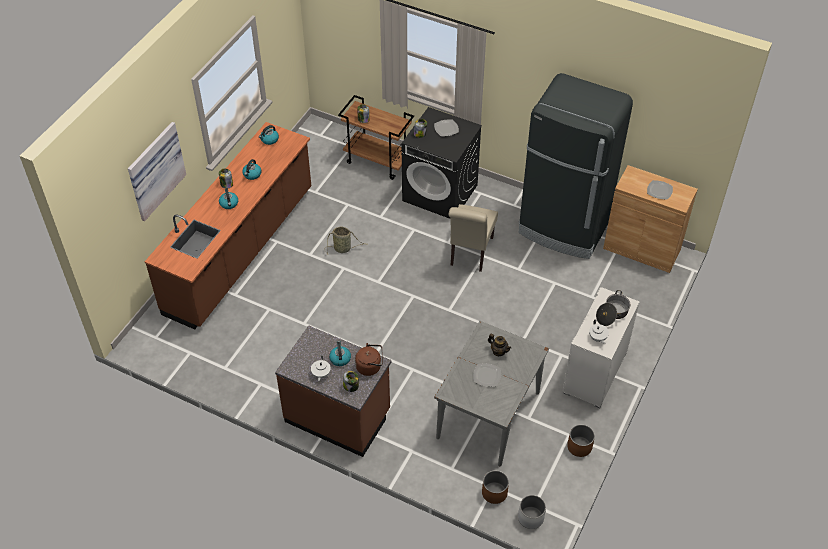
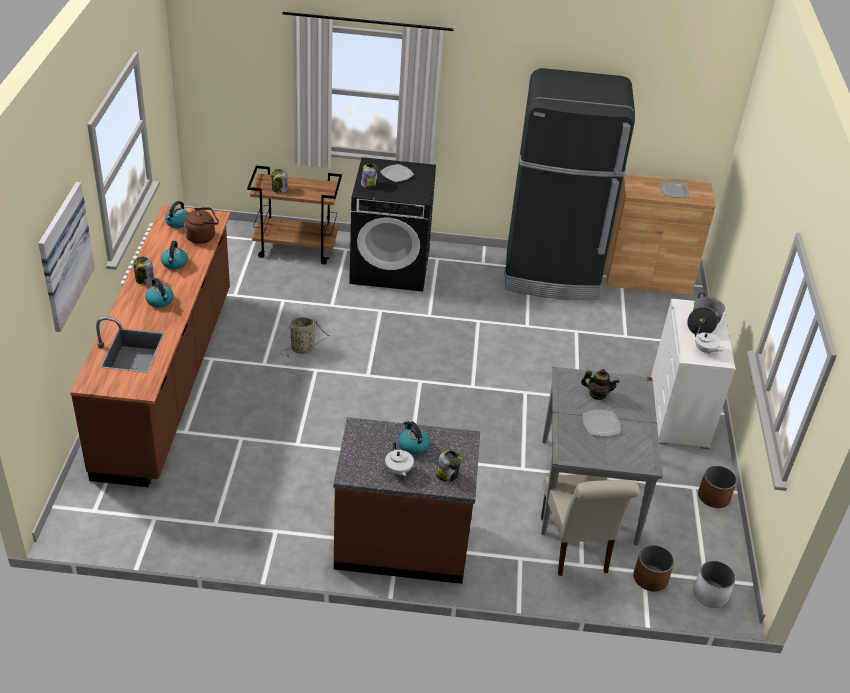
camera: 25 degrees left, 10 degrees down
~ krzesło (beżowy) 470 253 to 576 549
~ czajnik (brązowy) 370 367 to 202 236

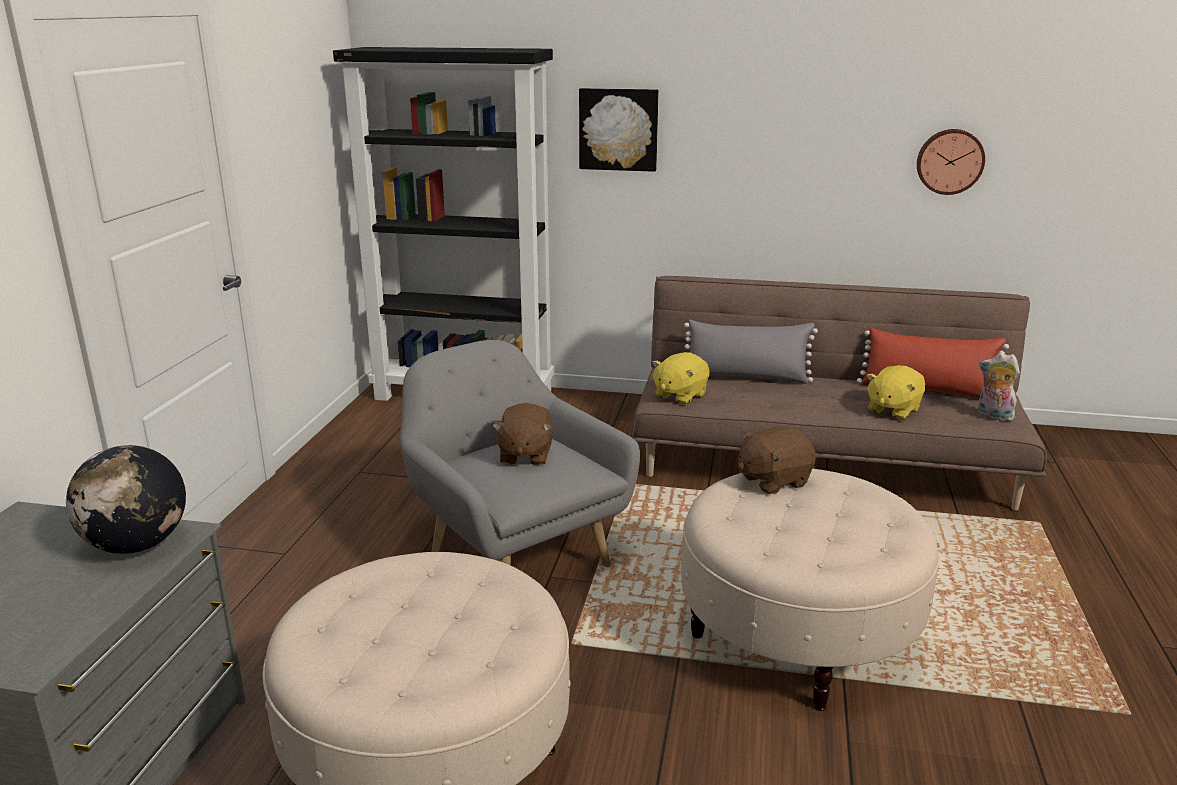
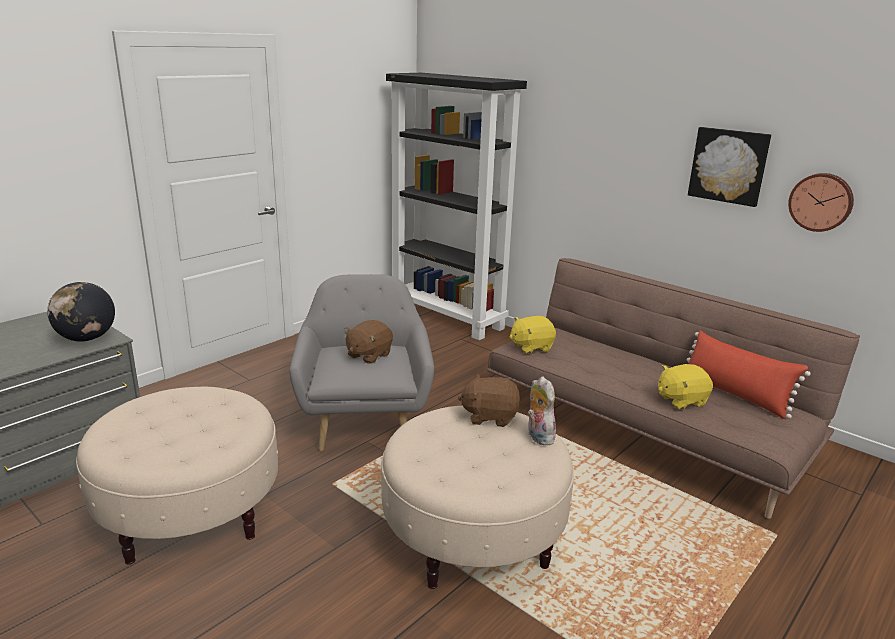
camera: 30 degrees right, 0 degrees up
~ obraz 618 129 to 729 165
- poduszka (szary) 746 377
~ pluszak 993 416 to 538 436

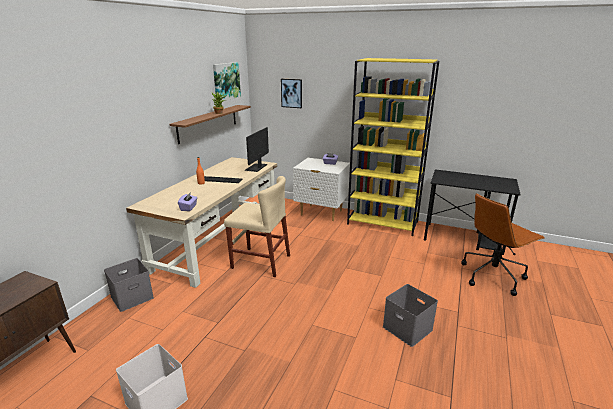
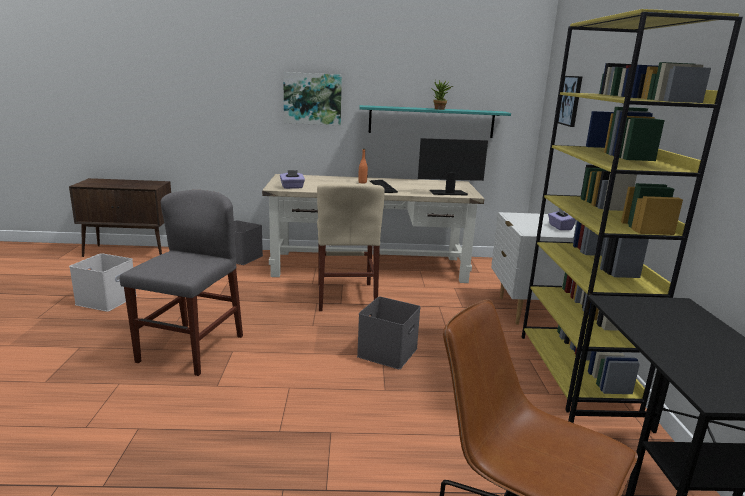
camera: 65 degrees right, 5 degrees down
~ obraz 226 81 to 312 99
~ półka (brązowy) 208 123 to półka (turkusowy) 431 121
~ pojemnik do przechowywania (szary) 408 328 to 388 353
+ krzesło (szary) 191 348

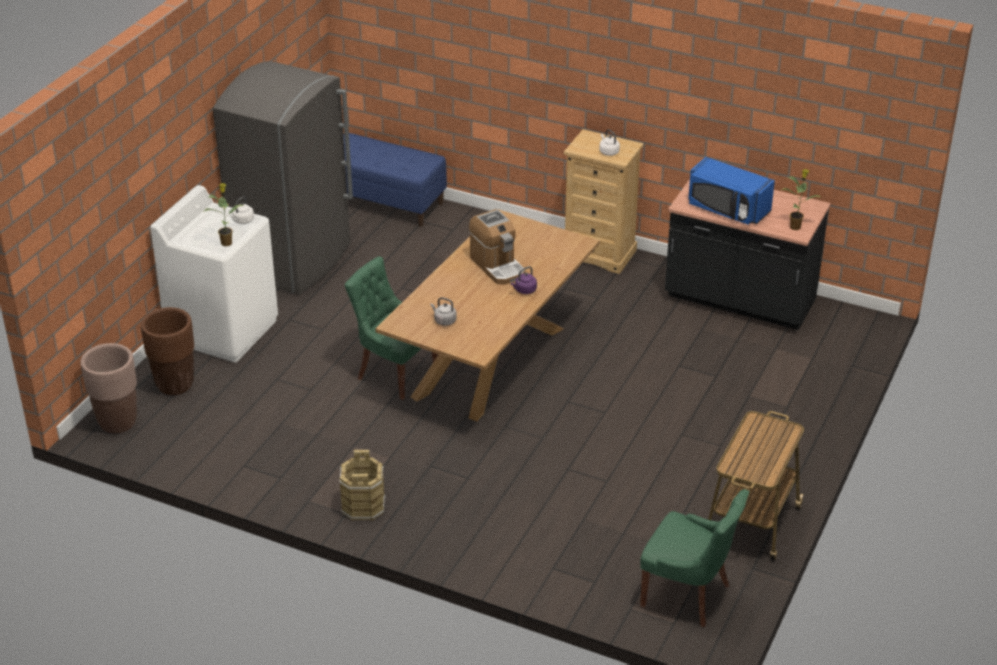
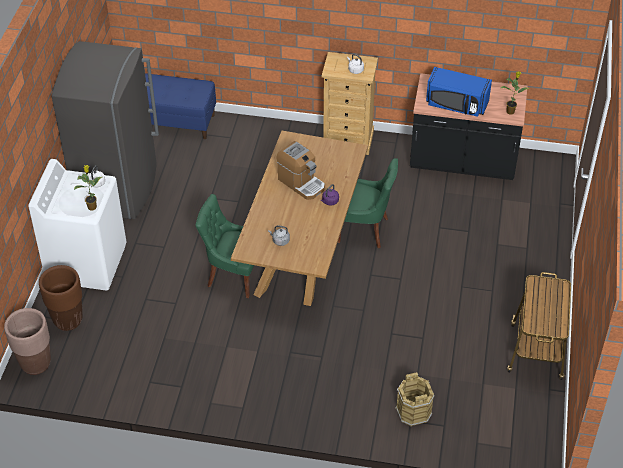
camera: 15 degrees left, 10 degrees up
~ wiadro (brązowy) 363 506 to 413 412
~ krzesło (zielony) 688 595 to 364 230

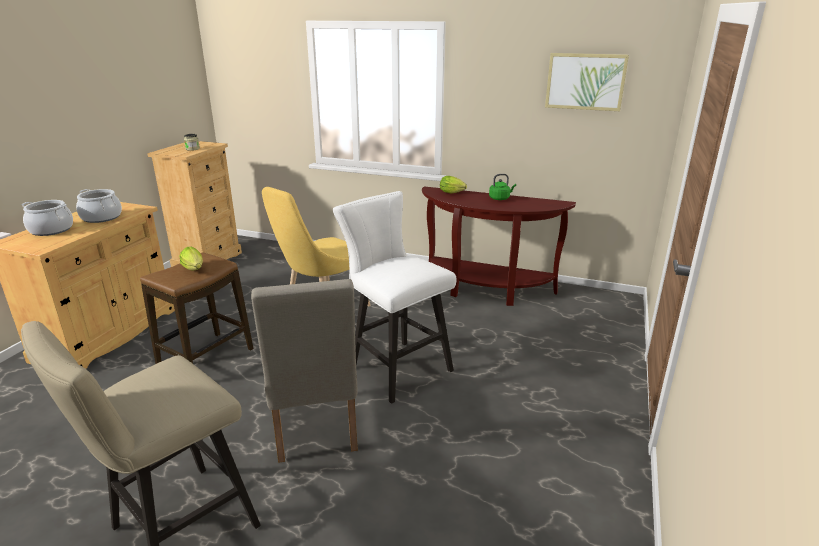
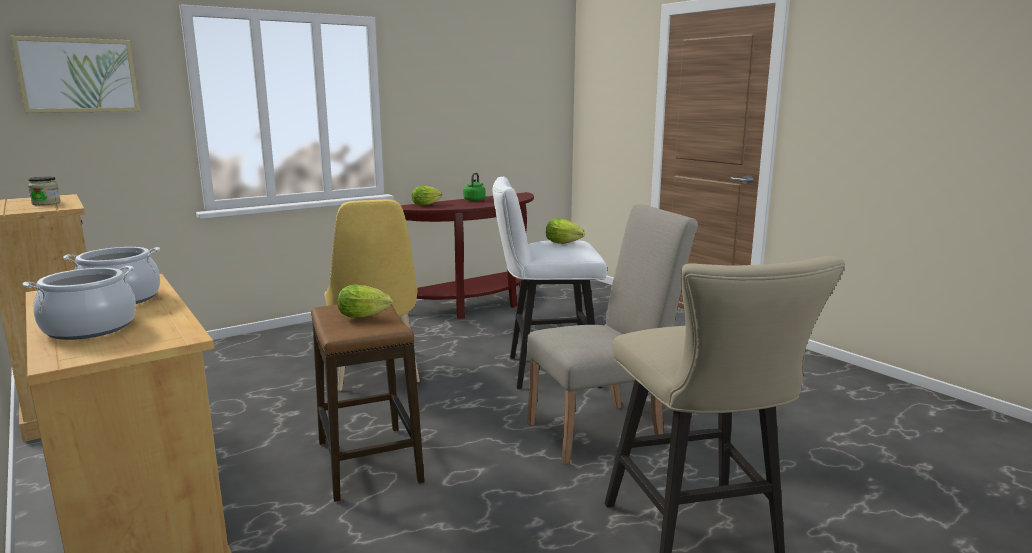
camera: 55 degrees left, 10 degrees down
~ obraz 585 81 to 78 75
~ krzesło (beżowy) 315 431 = 604 431 45 degrees counterclockwise
+ sałata 565 243

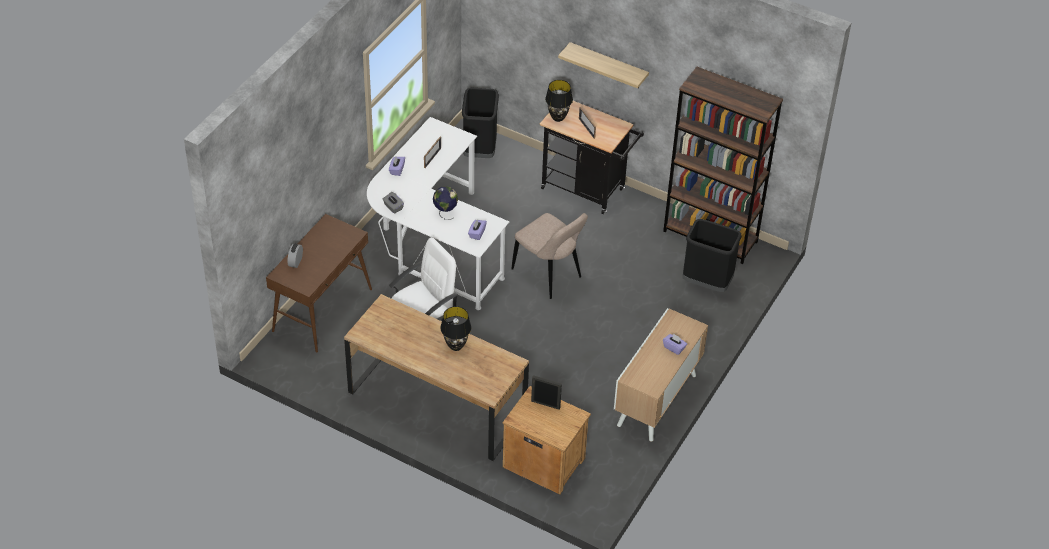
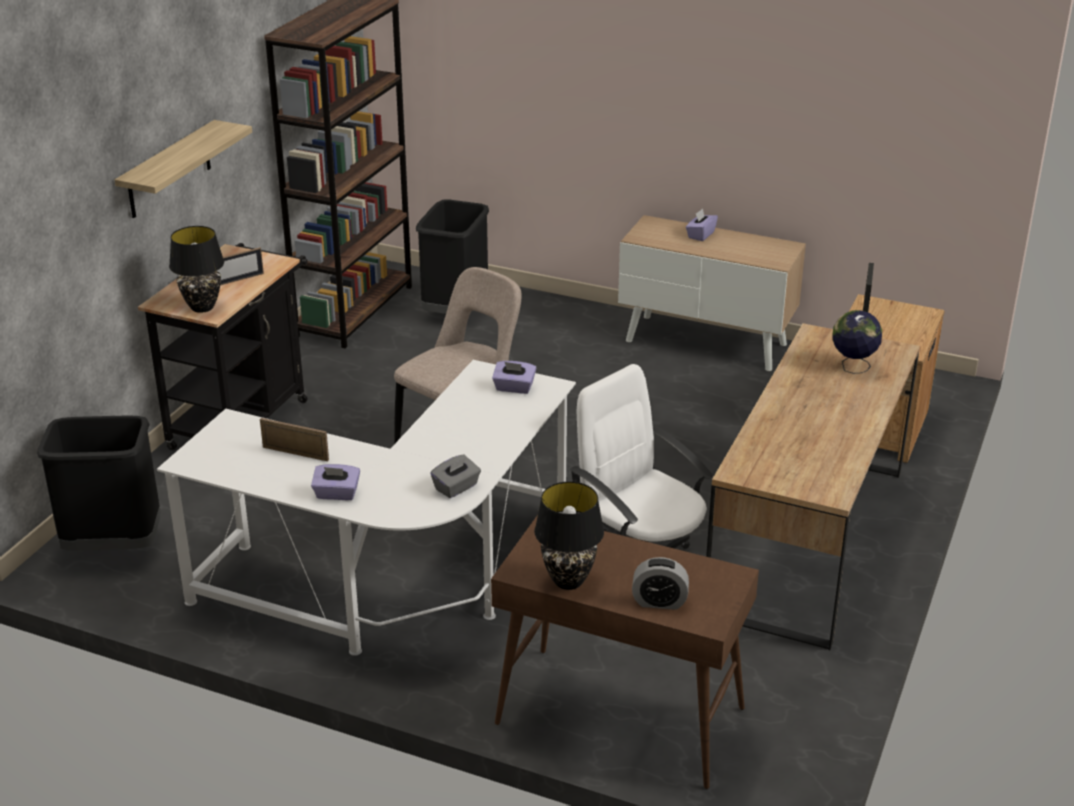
camera: 95 degrees left, 15 degrees down
~ globus 445 213 to 852 367
~ lampa stołowa (czarny) 455 346 to 569 581

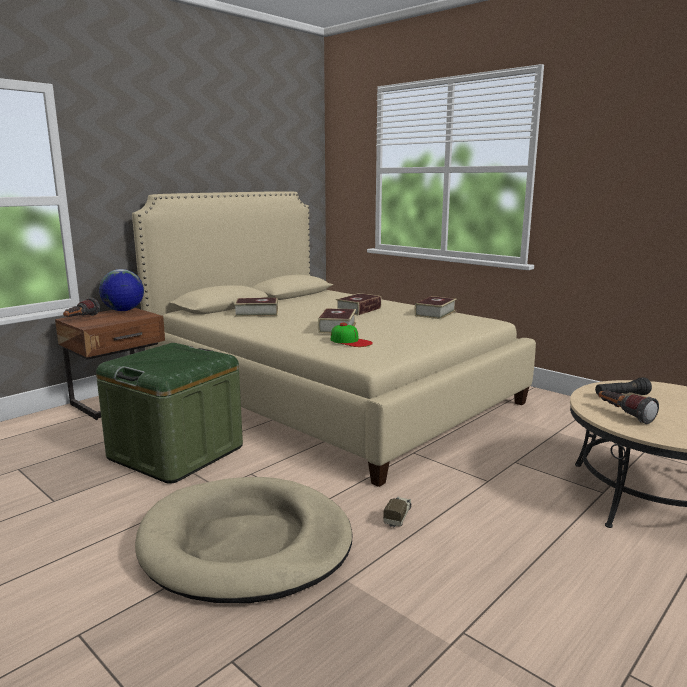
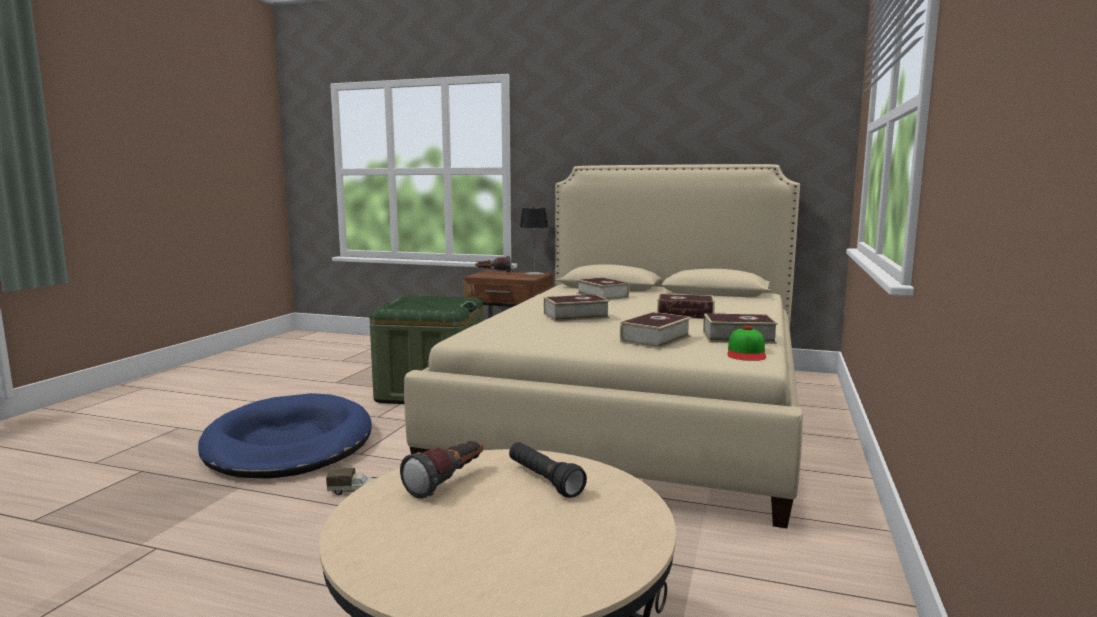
camera: 65 degrees right, 5 degrees down
~ globus 123 310 to lampa stołowa 534 273
~ czapka z daszkiem 351 341 to 746 352
~ legowisko (beżowy) 246 544 to legowisko (niebieski) 289 444
+ książka 655 339

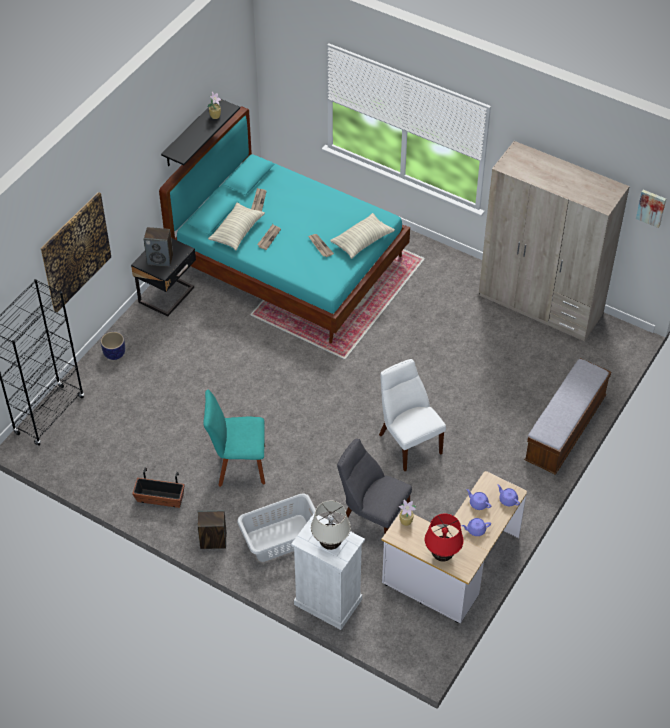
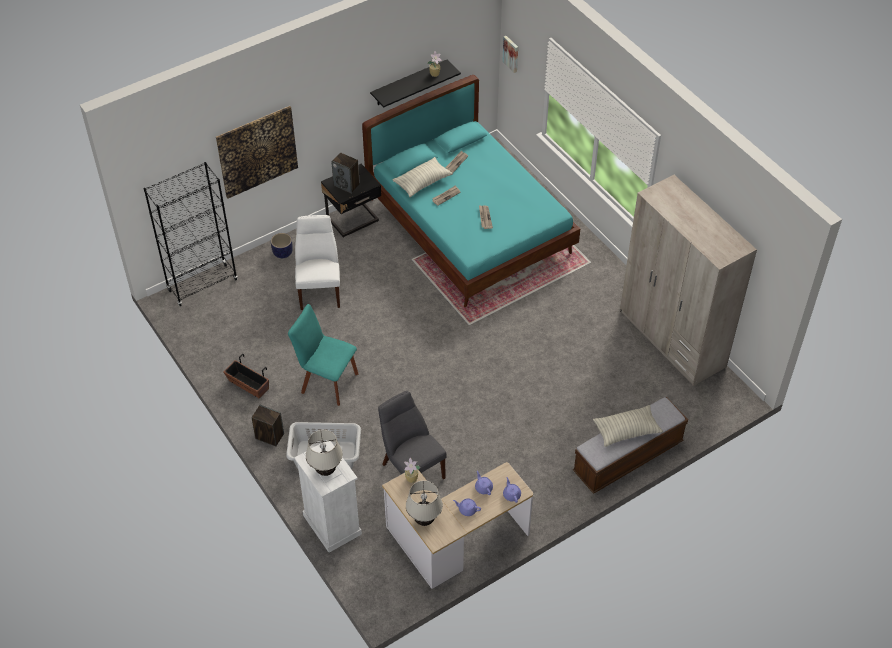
camera: 25 degrees right, 0 degrees up
~ obraz 651 207 to 511 53
~ poduszka 362 241 to 626 431
~ krzesło (biały) 408 442 to 320 289
~ lampa stołowa (czerwony) 442 556 to lampa stołowa (beżowy) 424 520

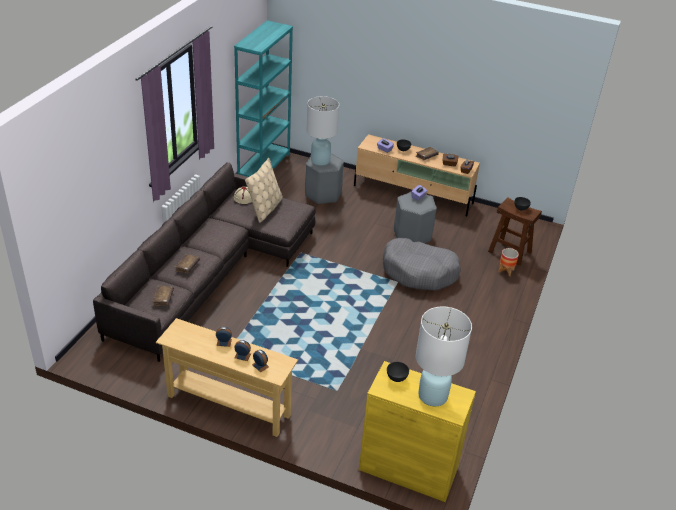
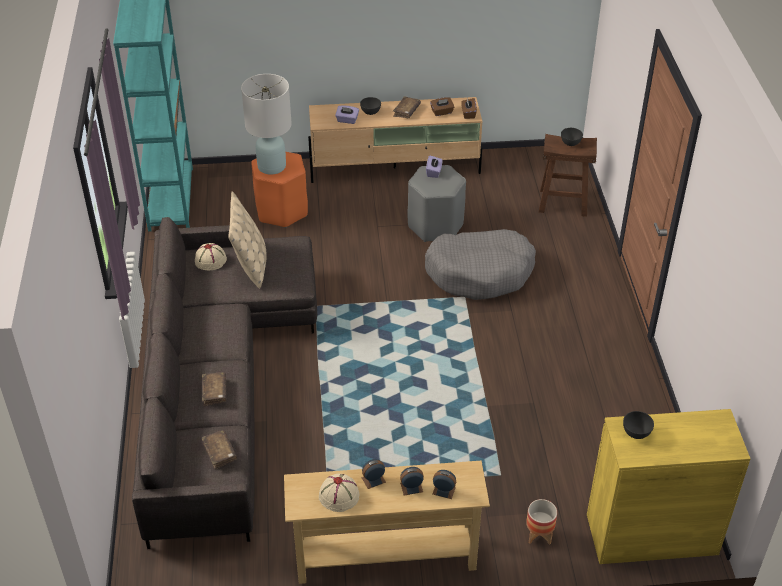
camera: 25 degrees left, 5 degrees up
~ stołek (szary) 323 194 to stołek (pomarańczowy) 281 211
~ donica 506 271 to 539 535
- lampa stołowa (biały) 433 395
+ kapelusz (beżowy) 339 496

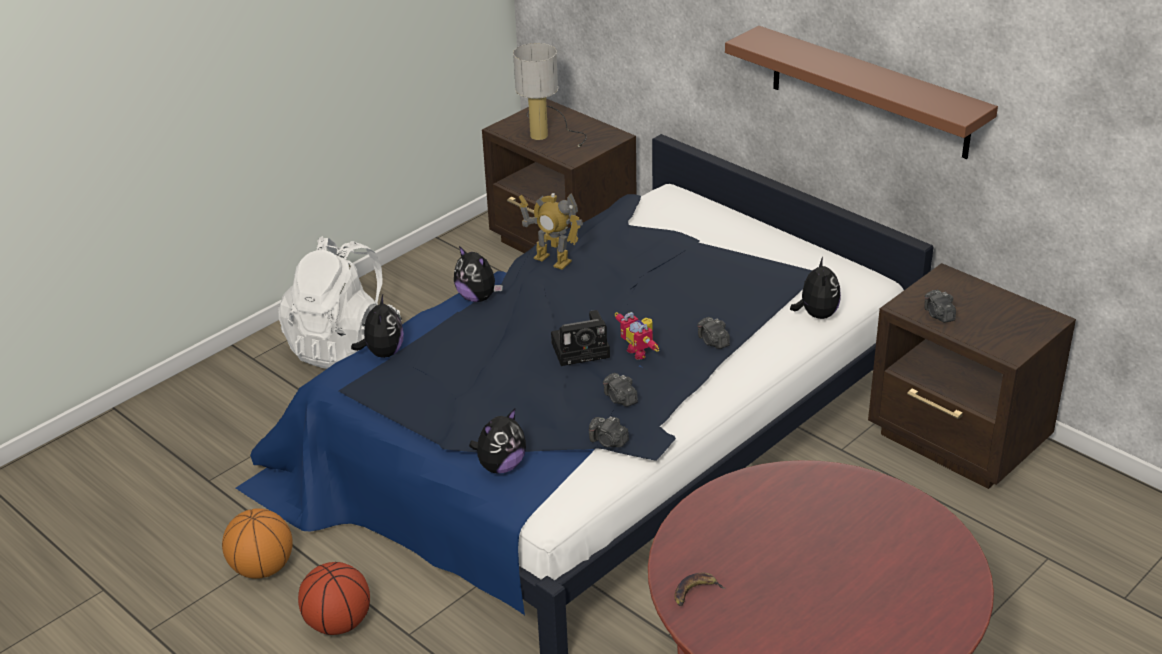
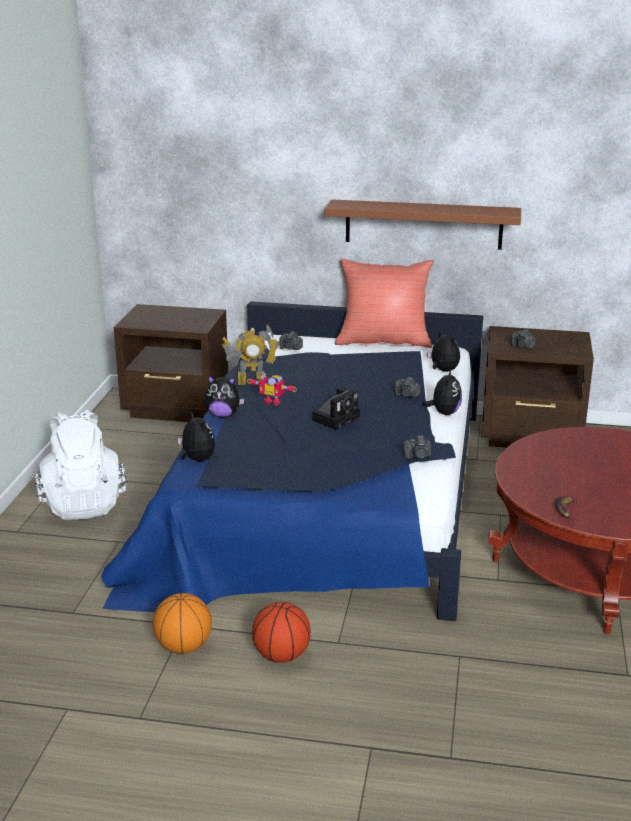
camera: 35 degrees left, 10 degrees down
- lampa stołowa 546 131
~ robot zabawkowy 640 351 to 273 401
~ aparat fotograficzny 620 399 to 291 348
~ pluszak 500 466 to 444 413
+ poduszka (czerwony) 383 341

